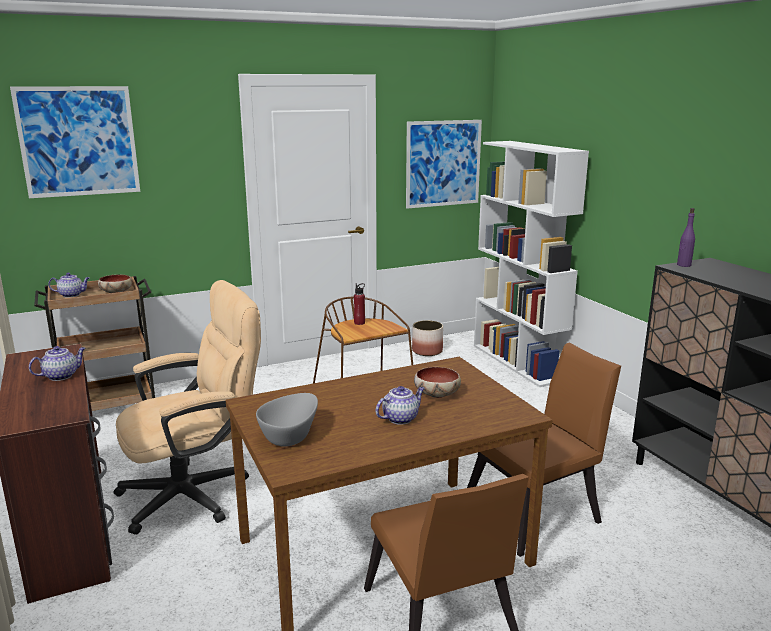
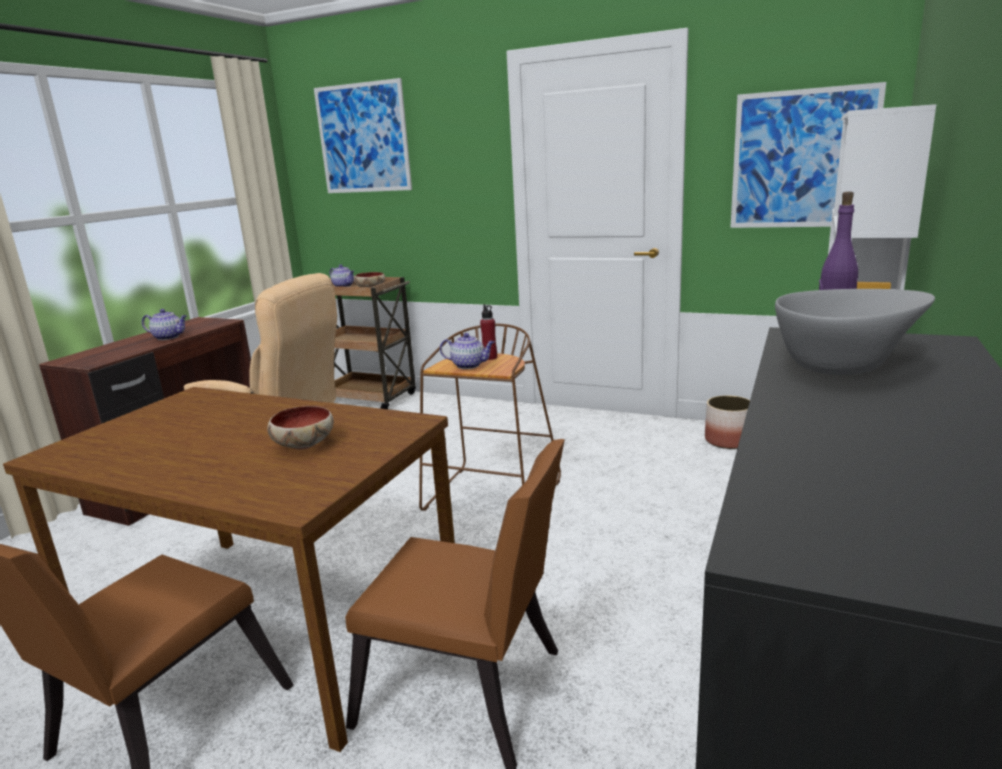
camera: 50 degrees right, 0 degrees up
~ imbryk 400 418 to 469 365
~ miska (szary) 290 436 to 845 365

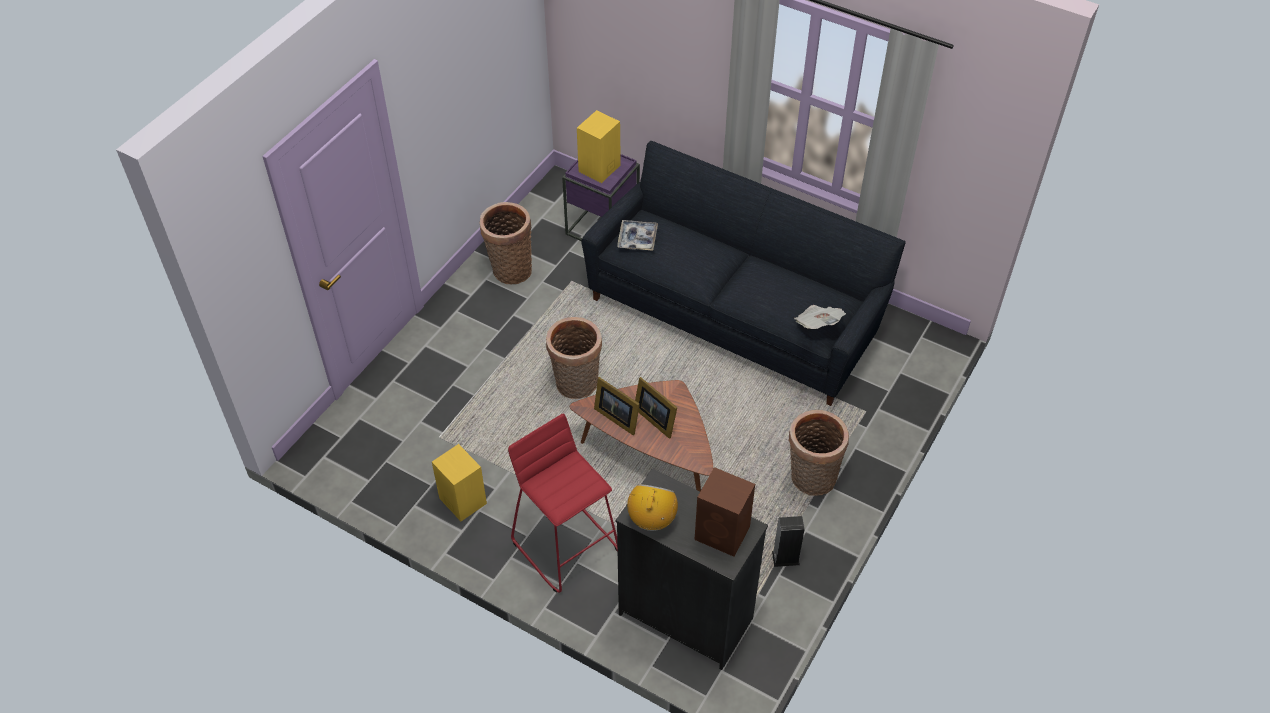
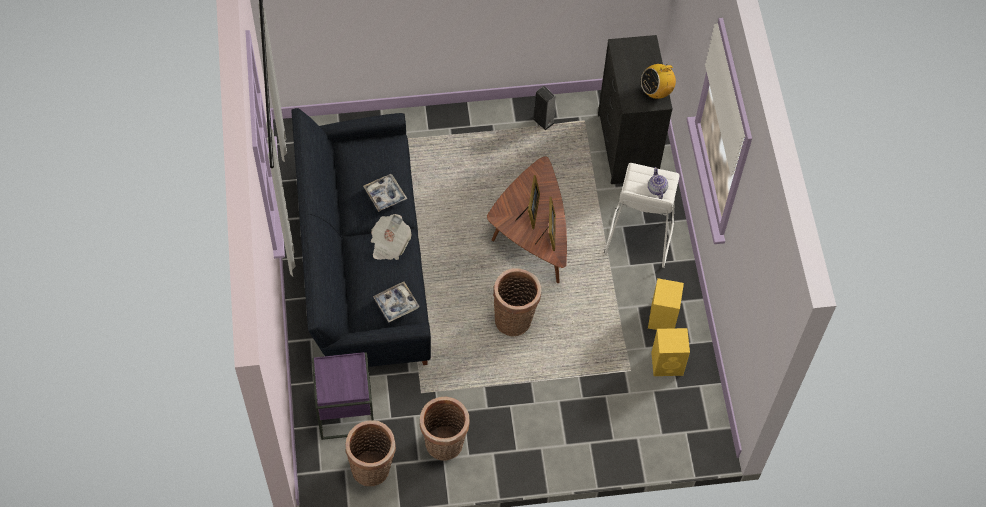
camera: 130 degrees left, 10 degrees up
~ głośnik (żółty) 599 169 to 668 363
~ gazeta 818 324 to 389 244
~ koszyk 811 479 to 373 469
~ stołek (czerwony) 567 545 to stołek (biały) 638 237
- głośnik (brązowy) 723 533
+ imbryk 656 189
+ taca 385 195

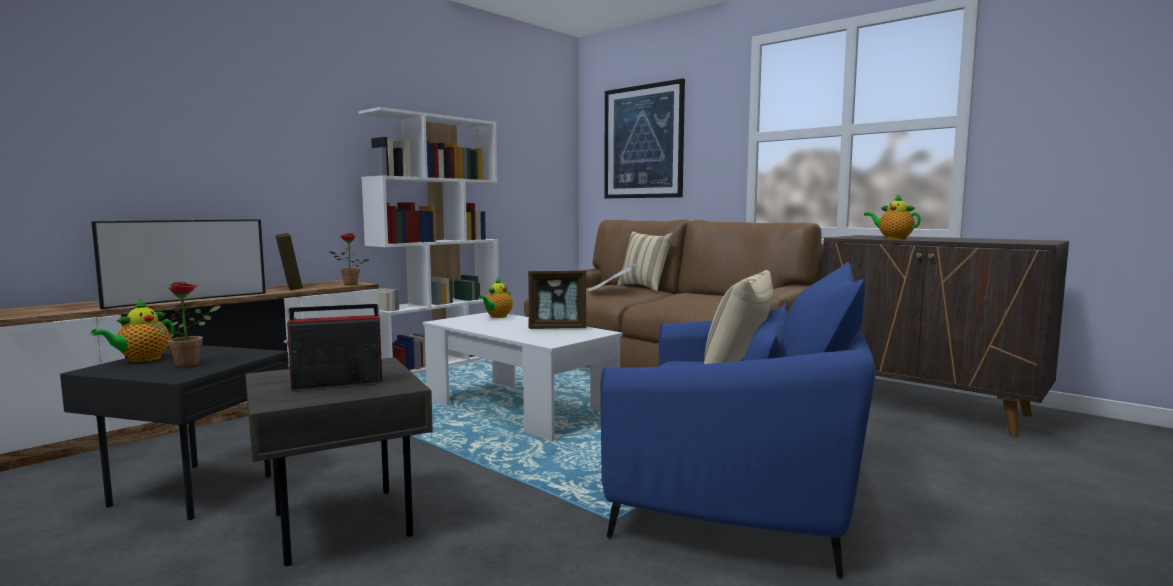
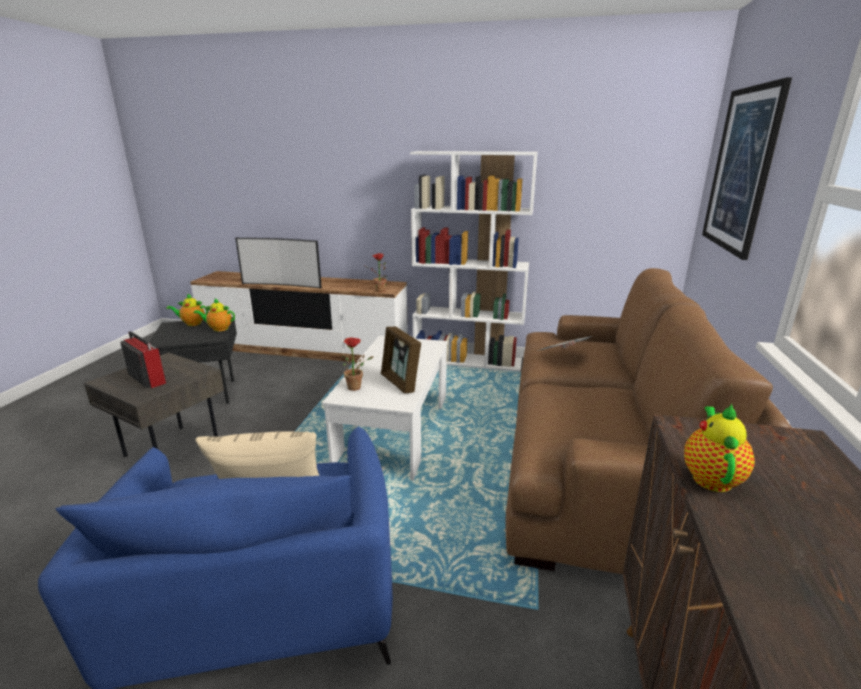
camera: 60 degrees right, 15 degrees up
- poduszka (beżowy) 644 287
- ramka na zdjęcie 290 287
~ imbryk 497 316 to 218 329
~ roślina doniczkowa 191 363 to 357 387

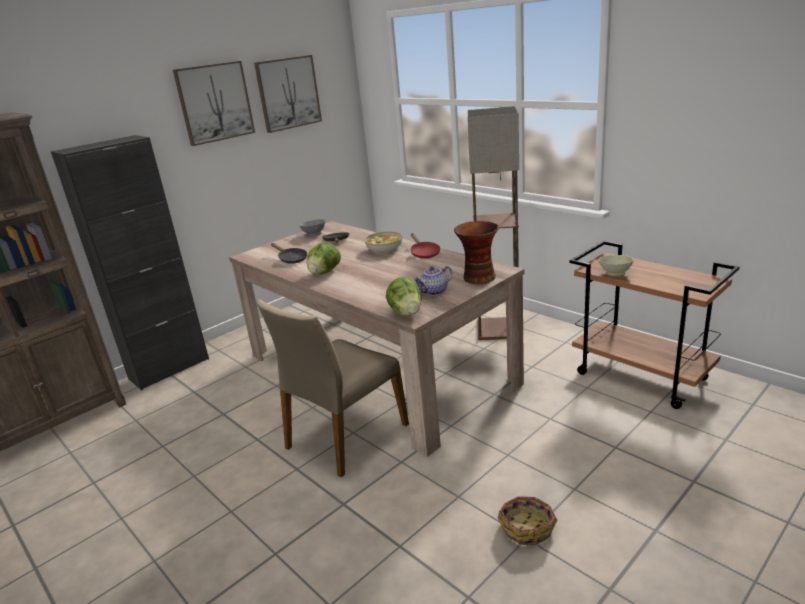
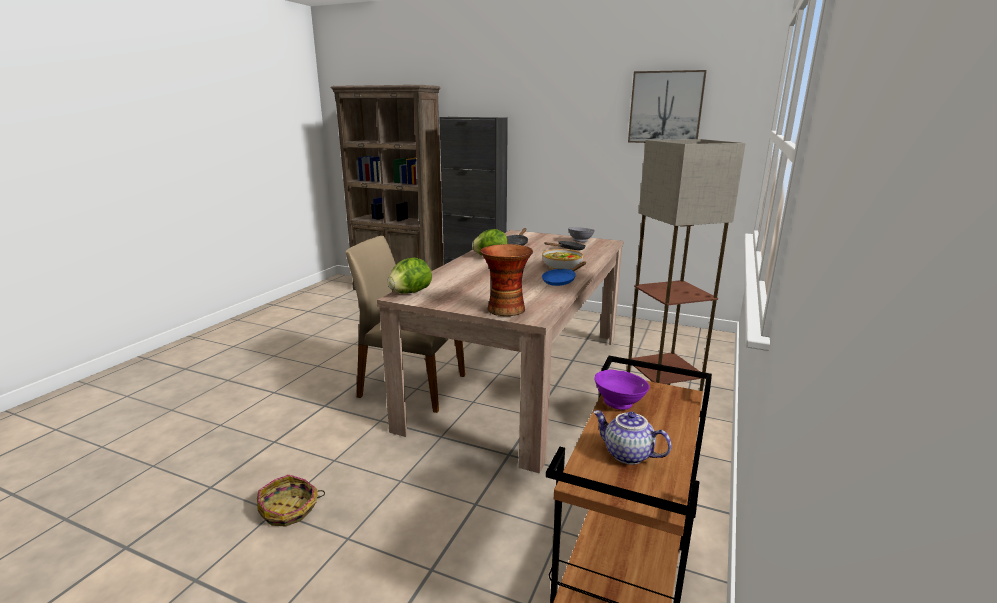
camera: 65 degrees right, 5 degrees down
- obraz 215 102
~ patelnia (czerwony) 424 253 to patelnia (niebieski) 561 281
~ miska (beżowy) 615 273 to miska (fioletowy) 620 403
~ imbryk 434 292 to 627 455

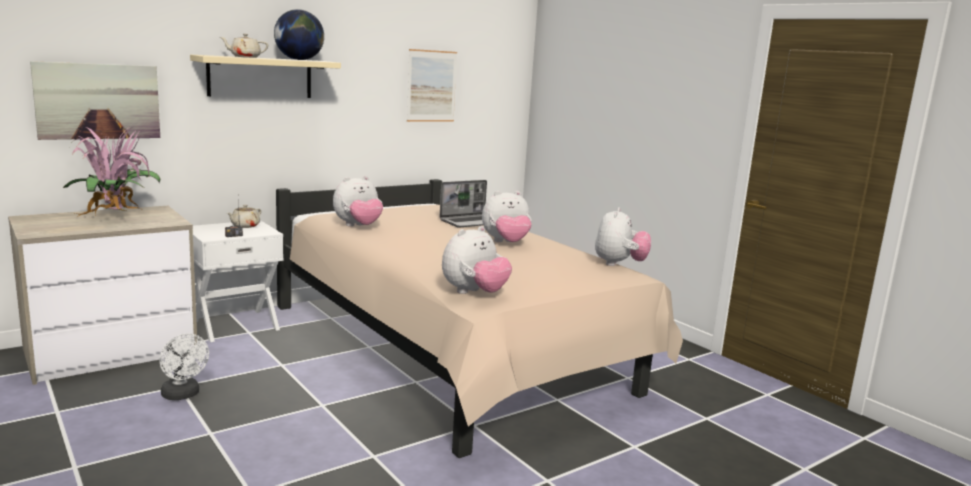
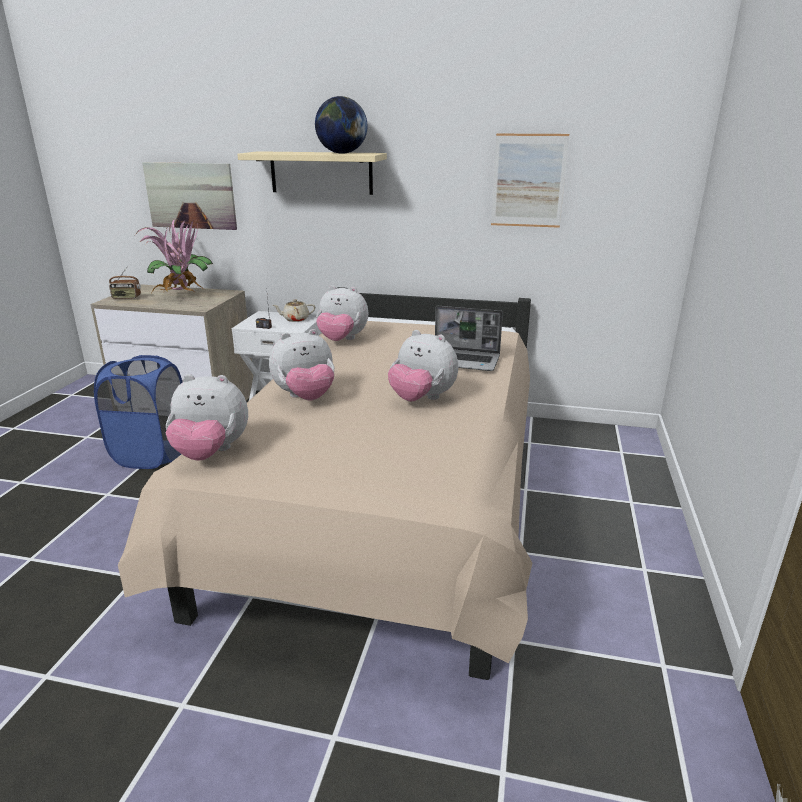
camera: 50 degrees right, 10 degrees up
- imbryk (beżowy) 245 57
~ pluszak 619 264 to 305 397
~ wentylator (biały) 183 395 to kosz na pranie (niebieski) 152 454
+ radio 126 297

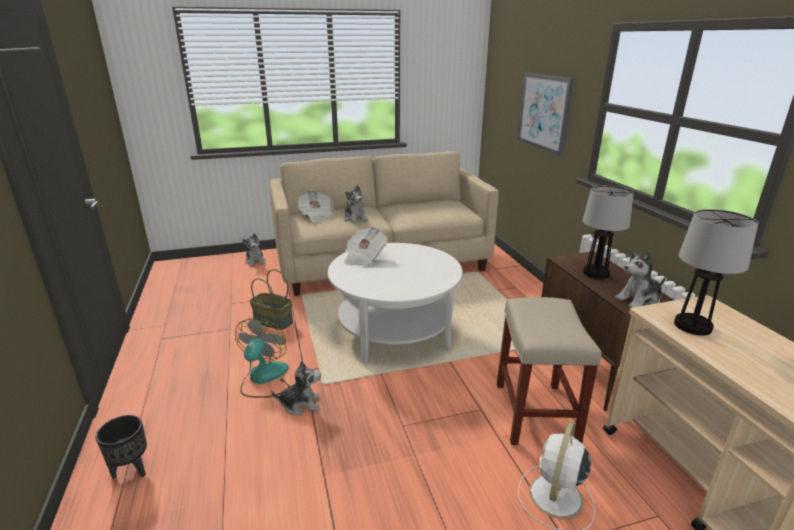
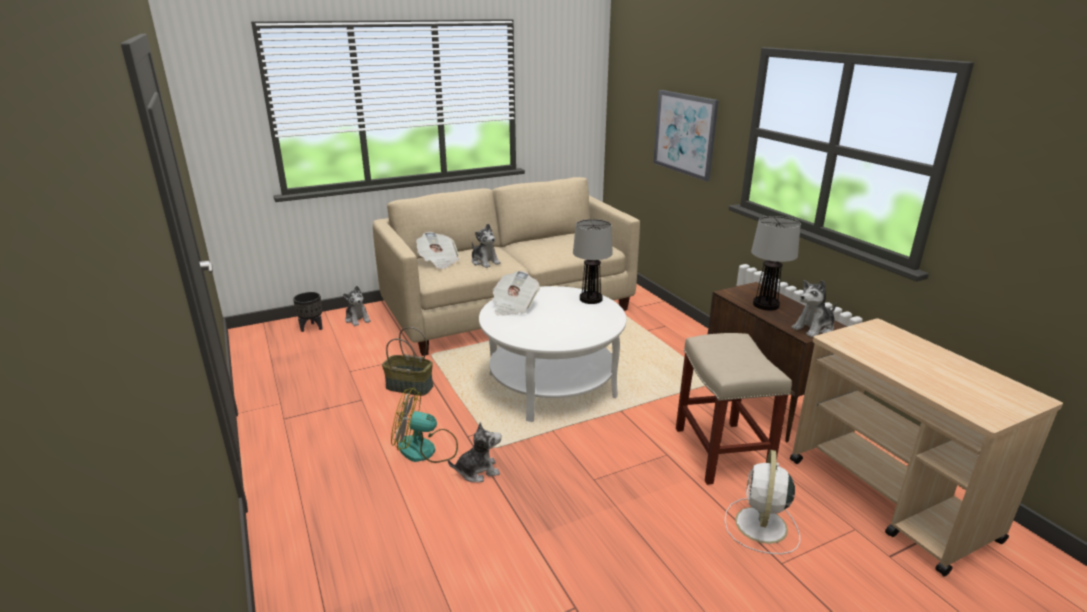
camera: 10 degrees left, 0 degrees up
~ lampa stołowa 692 325 to 591 299
~ wentylator 264 379 = 426 450 90 degrees counterclockwise
~ donica (czarny) 132 469 to 312 328

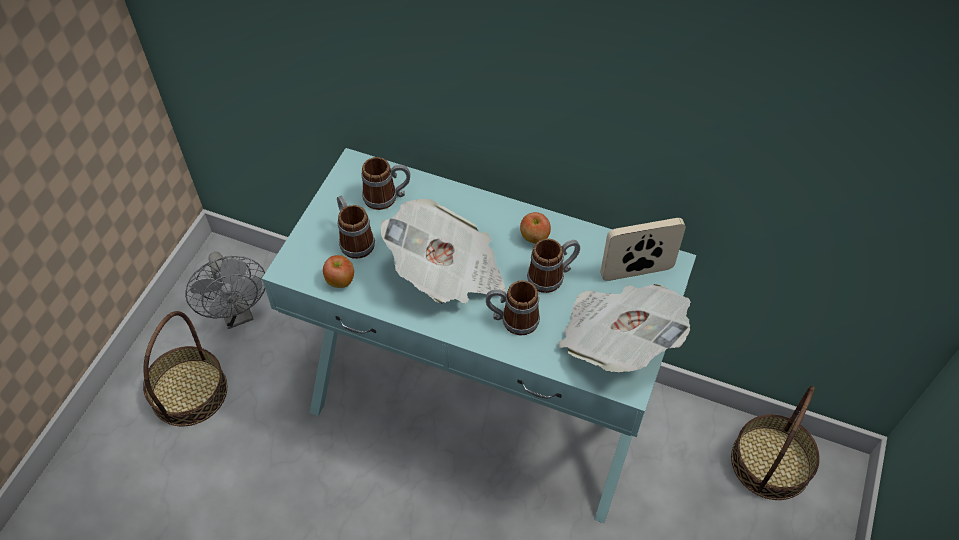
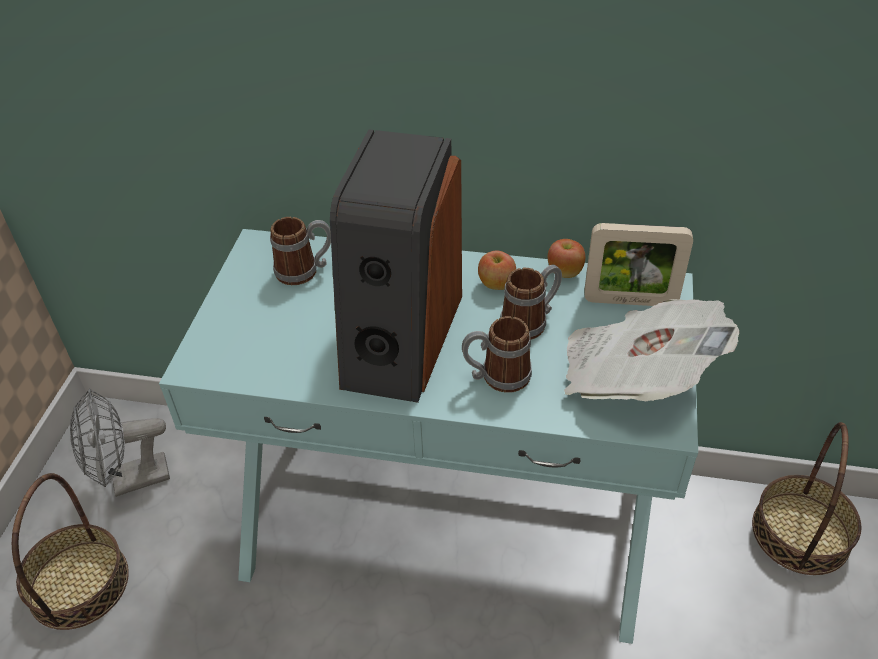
camera: 10 degrees left, 10 degrees down
- kubek 354 239
~ gazeta 447 273 to głośnik 400 338
~ ramka na zdjęcie 636 272 = 630 301 150 degrees counterclockwise
~ wentylator (szary) 238 314 = 131 480 105 degrees clockwise
~ jabłko 340 280 to 564 272

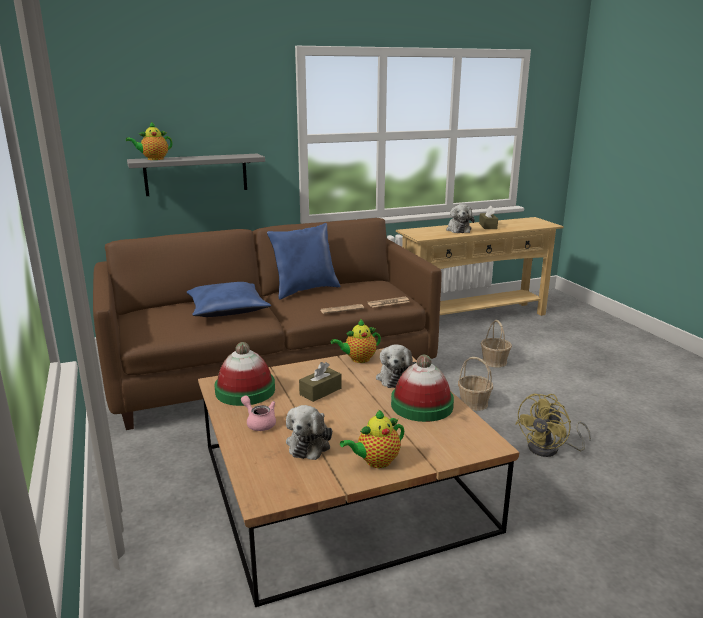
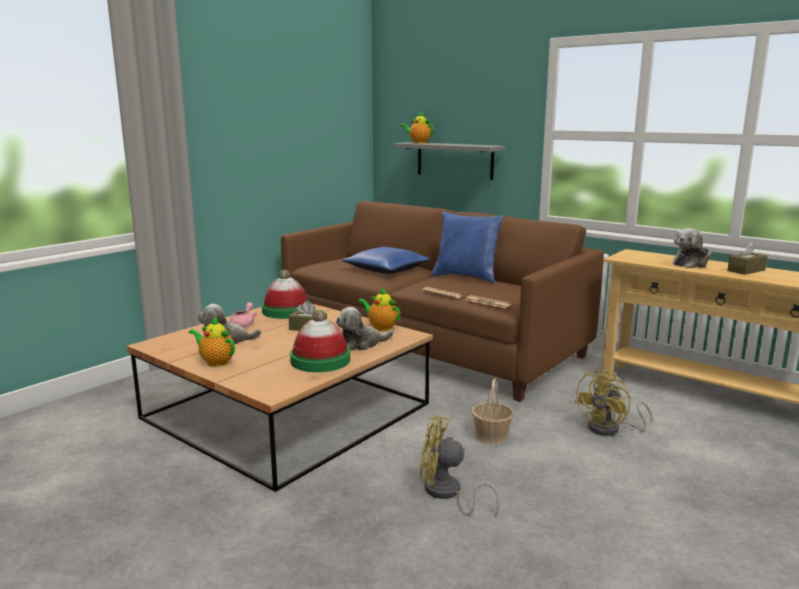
camera: 60 degrees right, 5 degrees down
~ koszyk 494 361 to wentylator (żółty) 610 429

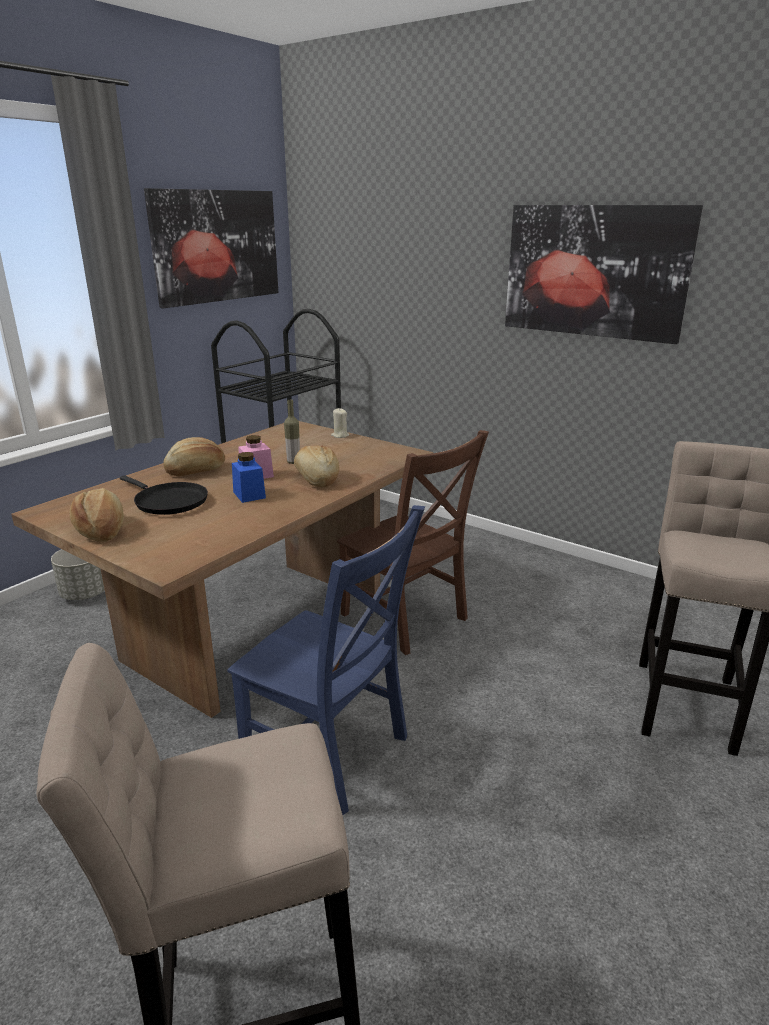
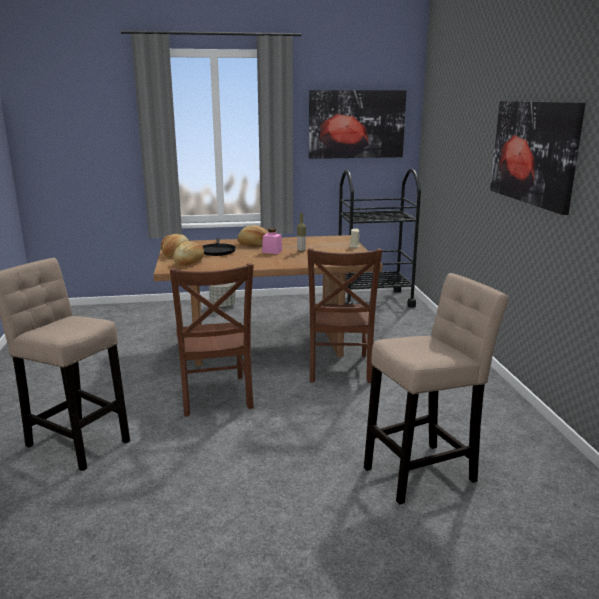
camera: 45 degrees right, 5 degrees down
~ chleb 316 479 to 189 262
- słoik (niebieski) 249 495
~ krzesło (niebieski) 331 752 to krzesło (brązowy) 215 397

